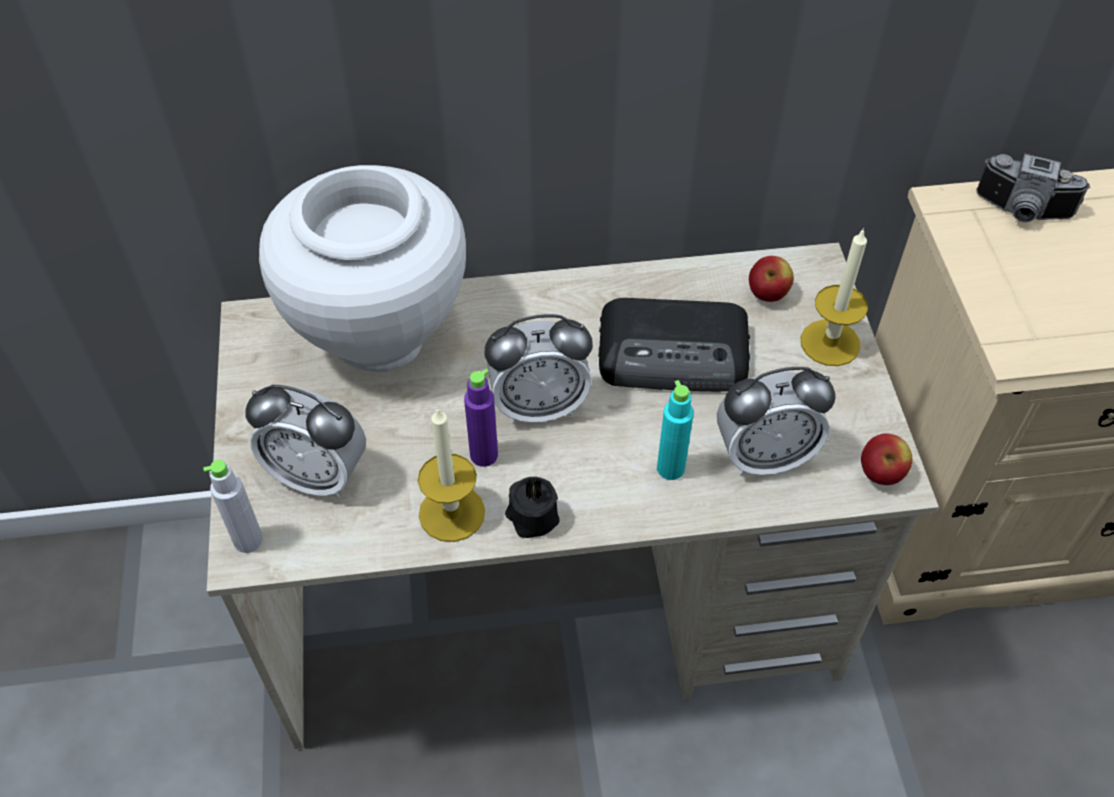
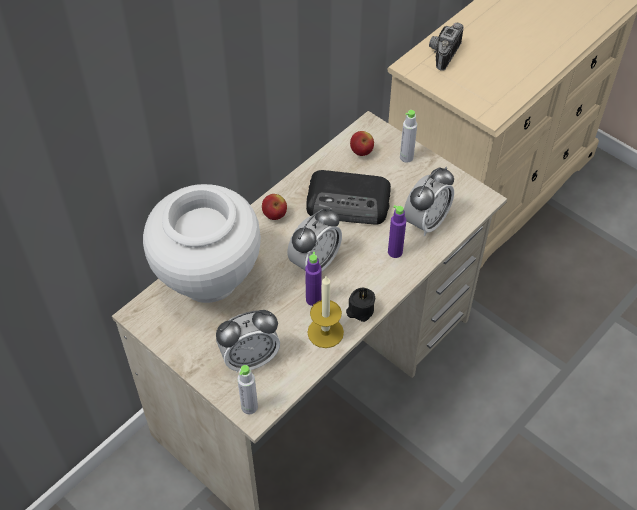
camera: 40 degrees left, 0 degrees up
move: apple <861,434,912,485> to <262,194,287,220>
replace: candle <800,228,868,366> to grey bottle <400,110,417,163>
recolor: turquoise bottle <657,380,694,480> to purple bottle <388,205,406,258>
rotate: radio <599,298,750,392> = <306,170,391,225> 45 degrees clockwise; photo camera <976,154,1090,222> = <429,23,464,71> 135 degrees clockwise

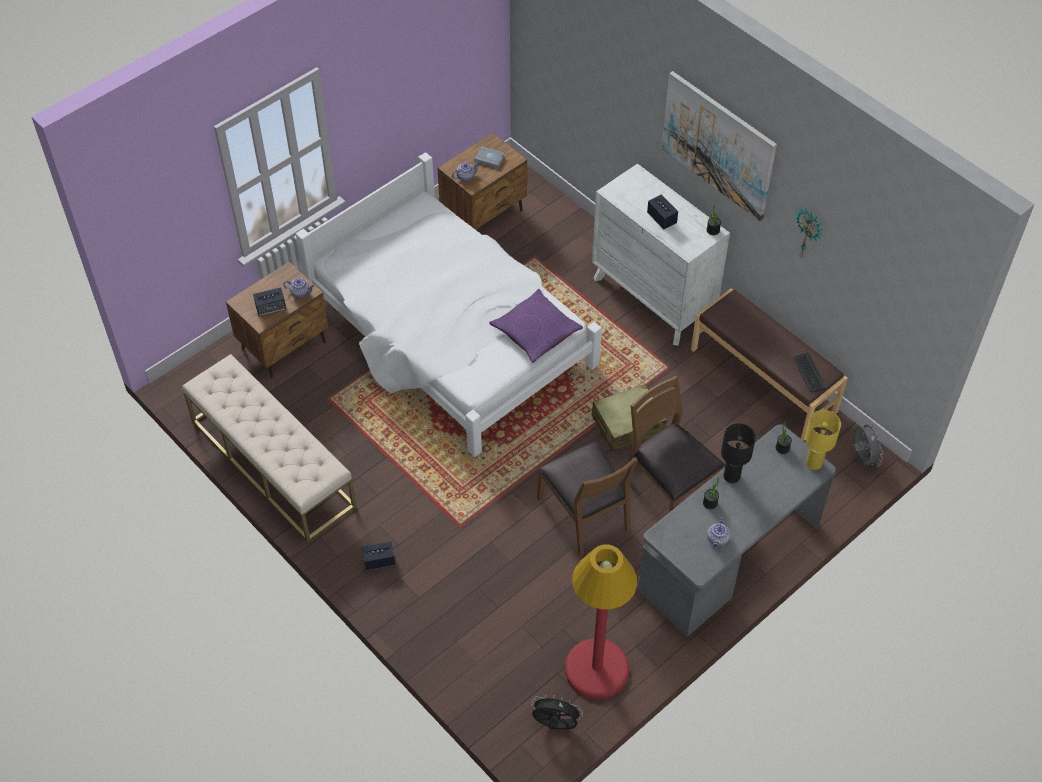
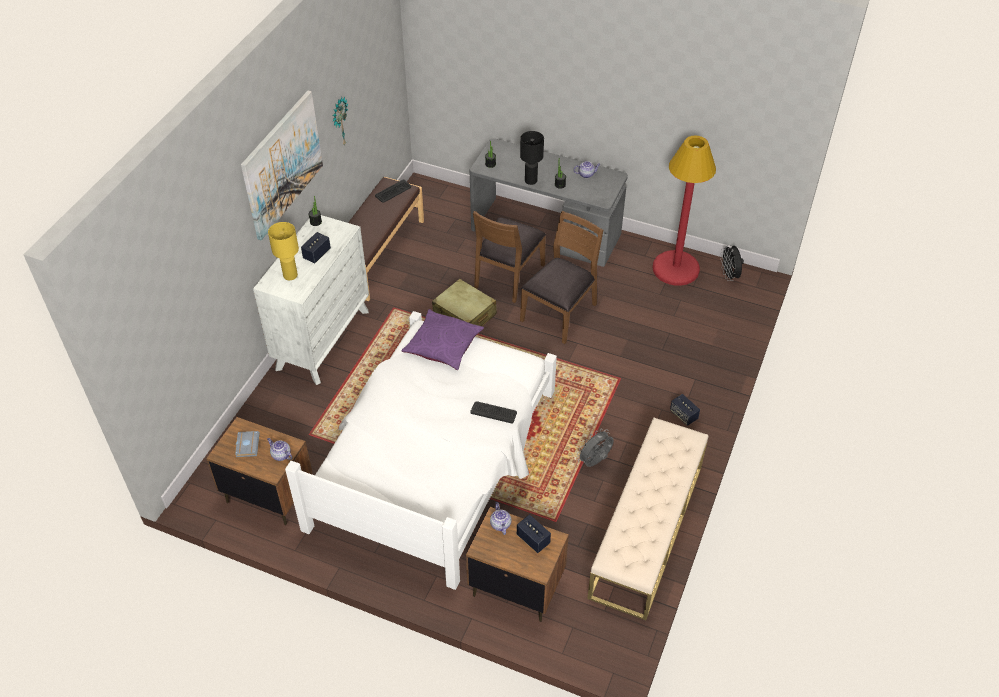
camera: 115 degrees left, 5 degrees down
insert: keyboard <470,401,517,424>
move: yellow table lamp <805,410,841,470> to <268,222,299,280>; grey fan <853,421,883,467> to <576,429,614,467>

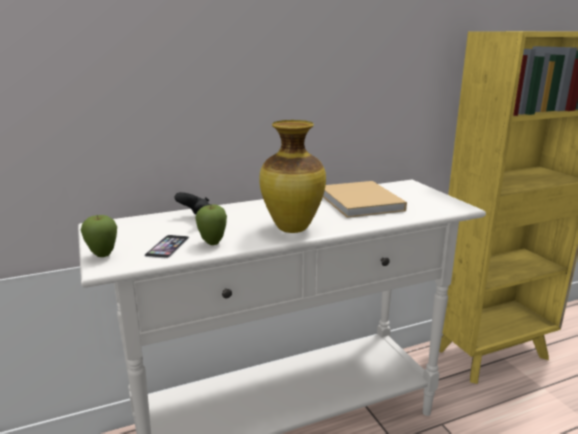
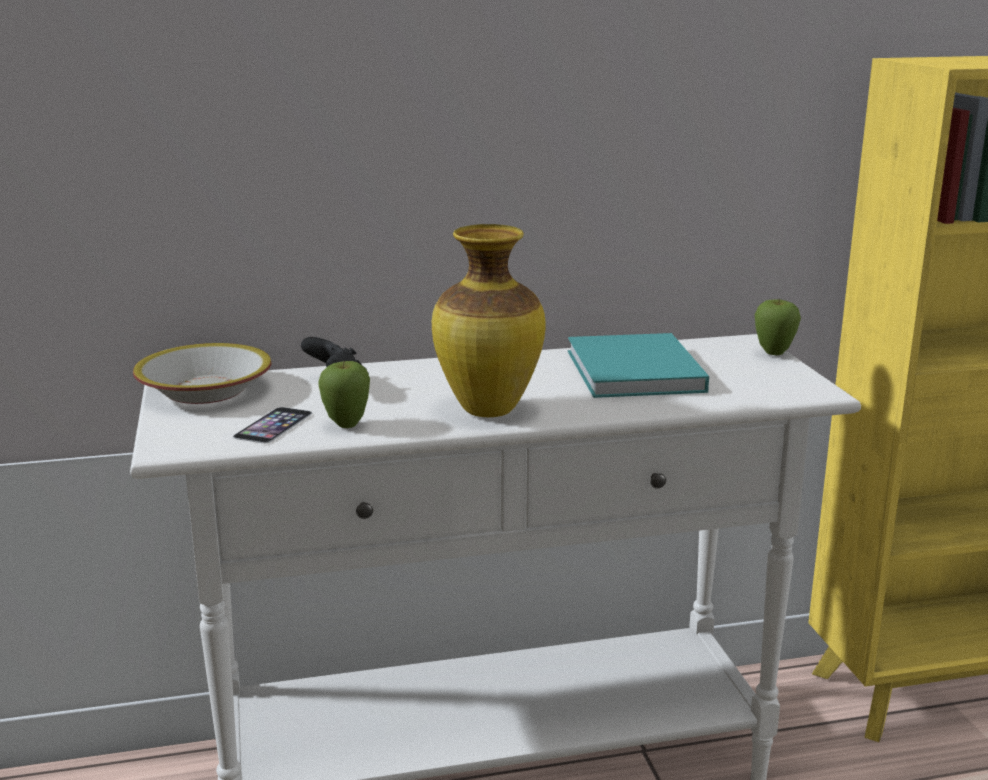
camera: 10 degrees right, 0 degrees up
insert: bowl <133,343,272,404>
move: apple <81,215,117,257> to <755,299,801,355>
recolor: beige book <323,181,407,218> to turquoise book <568,333,709,398>

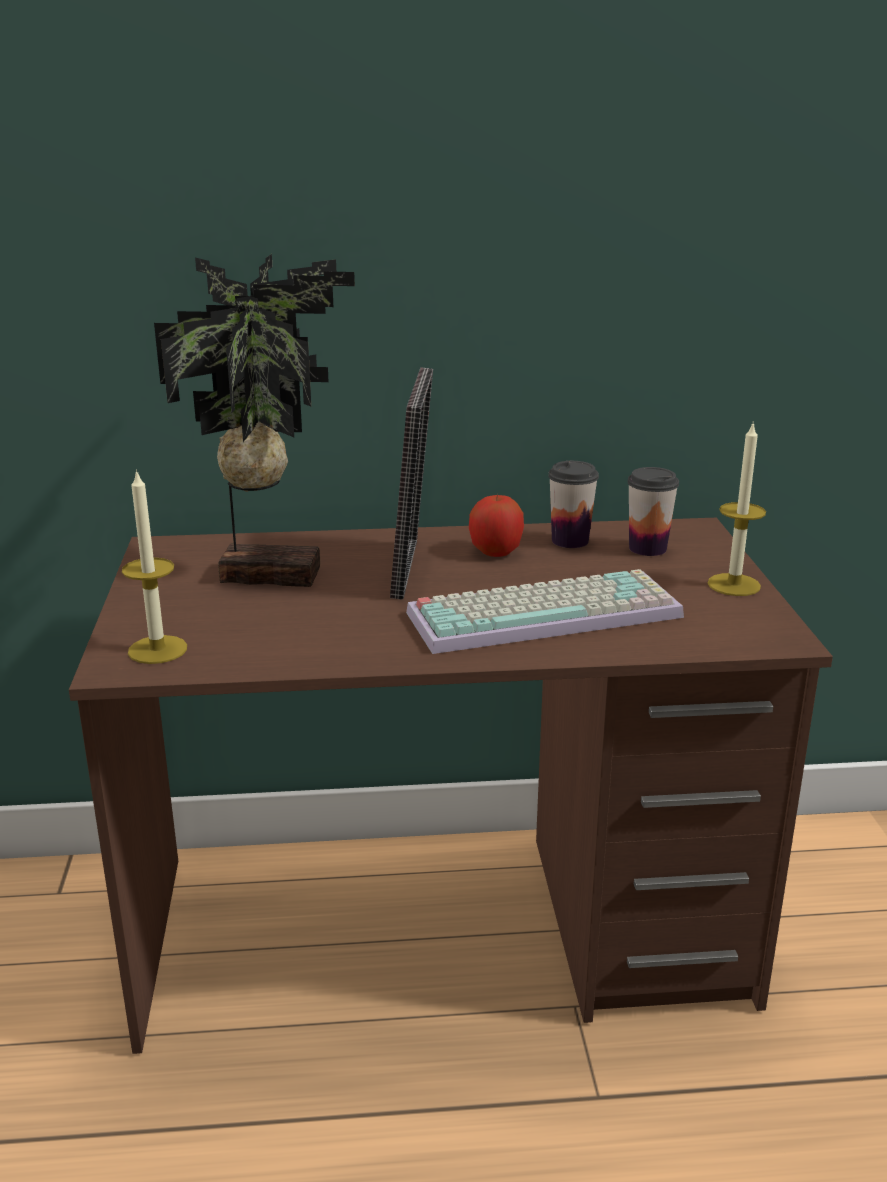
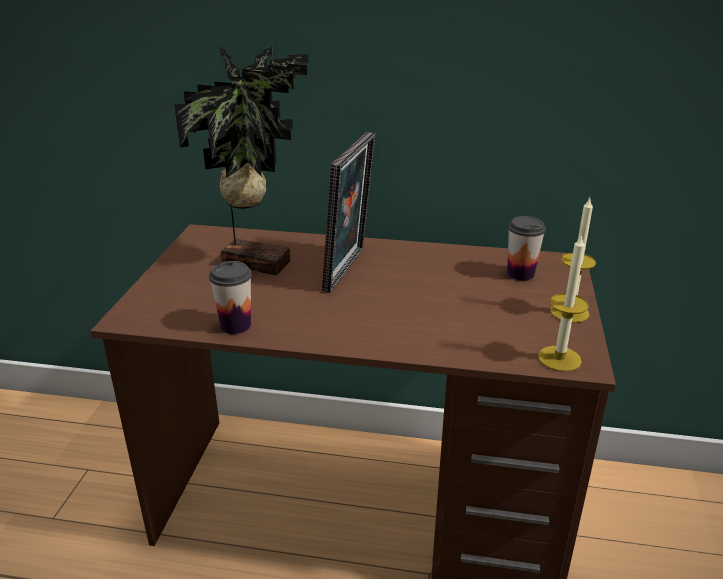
camera: 15 degrees right, 5 degrees up
delete: keyboard <406,569,684,654>; apple <469,493,524,557>
move: candle <122,469,187,664> to <538,234,589,372>; cup <548,461,599,548> to <209,261,252,334>

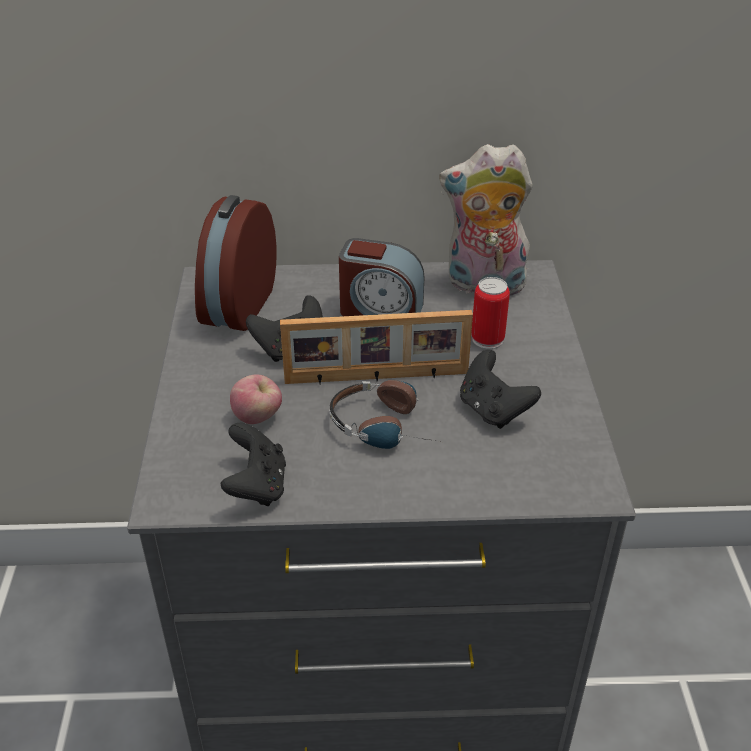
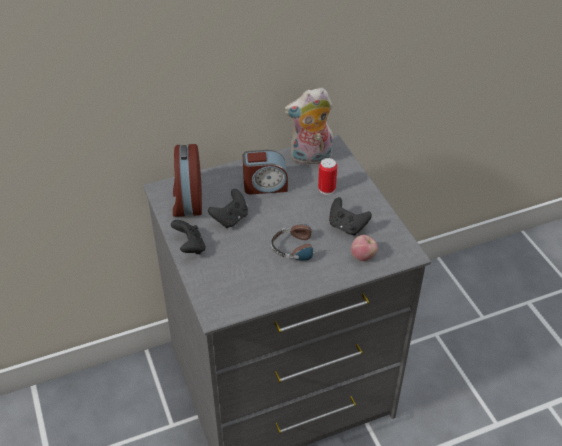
camera: 20 degrees left, 5 degrees up
delete: picture frame <280,310,473,385>
move: black game controller <221,423,286,506> to <171,220,206,254>; apple <230,374,282,424> to <351,235,378,261>

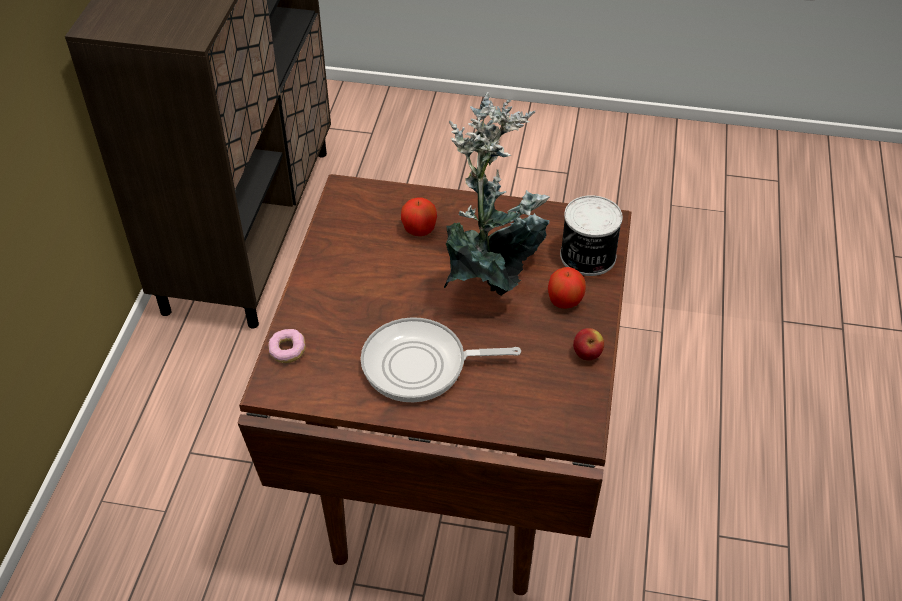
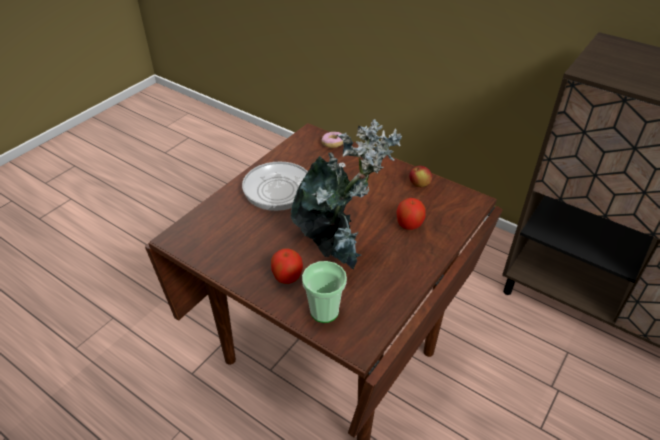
camera: 115 degrees right, 5 degrees down
move: apple <573,328,604,360> to <409,166,432,187>
replace: can <560,195,623,276> to cup <302,261,347,323>
rotate: frying pan <361,317,521,402> = <242,161,346,211> 135 degrees counterclockwise

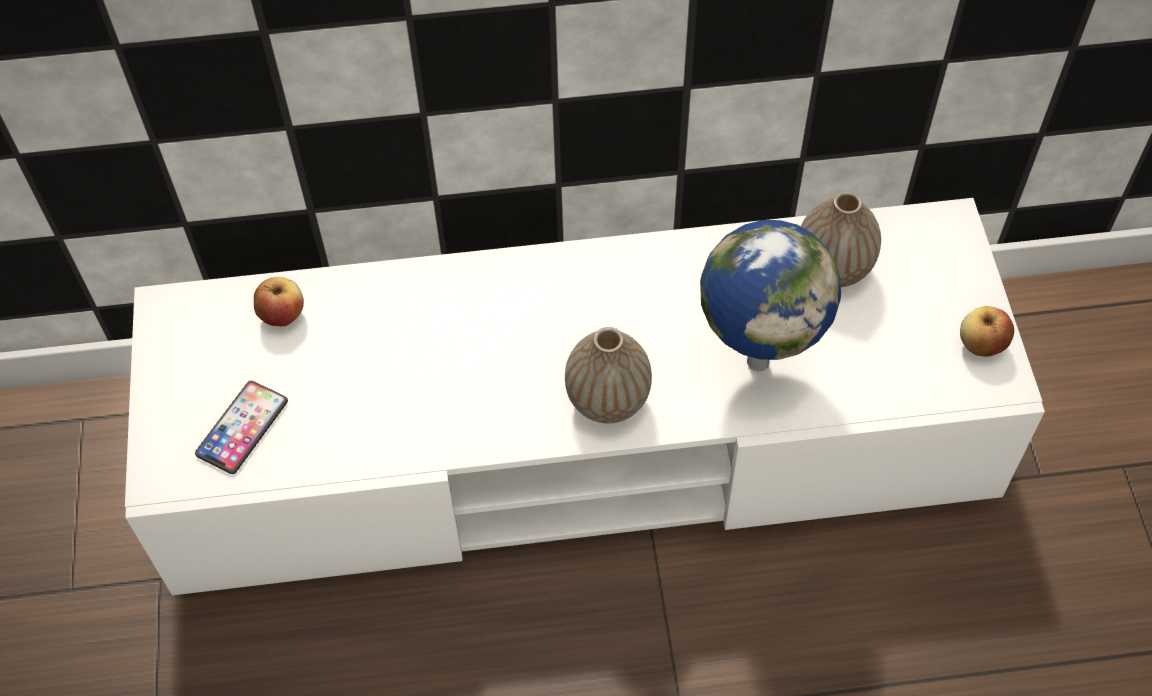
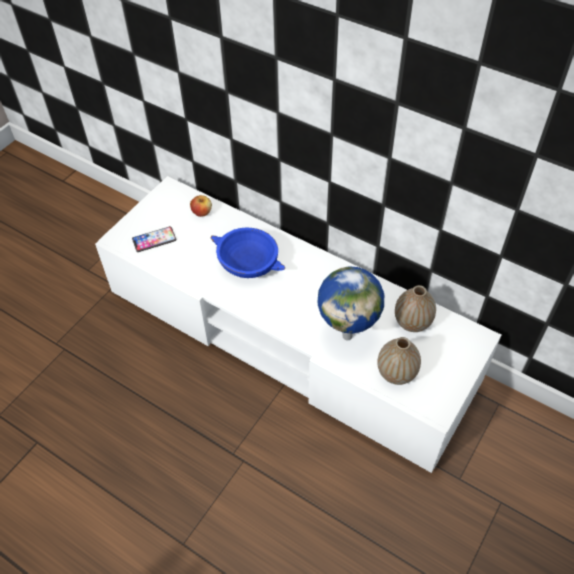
camera: 40 degrees right, 5 degrees down
delete: apple <960,306,1014,357>
insert: blue bowl <210,228,285,278>
move: vase <565,327,652,423> to <377,337,421,385>

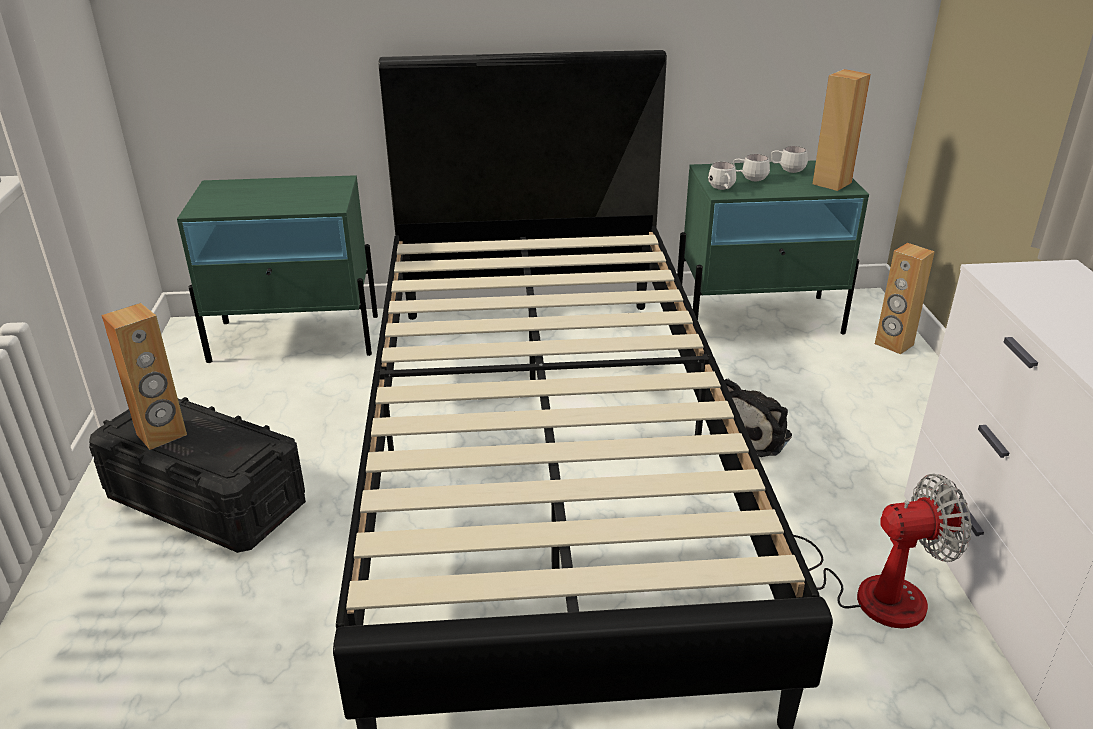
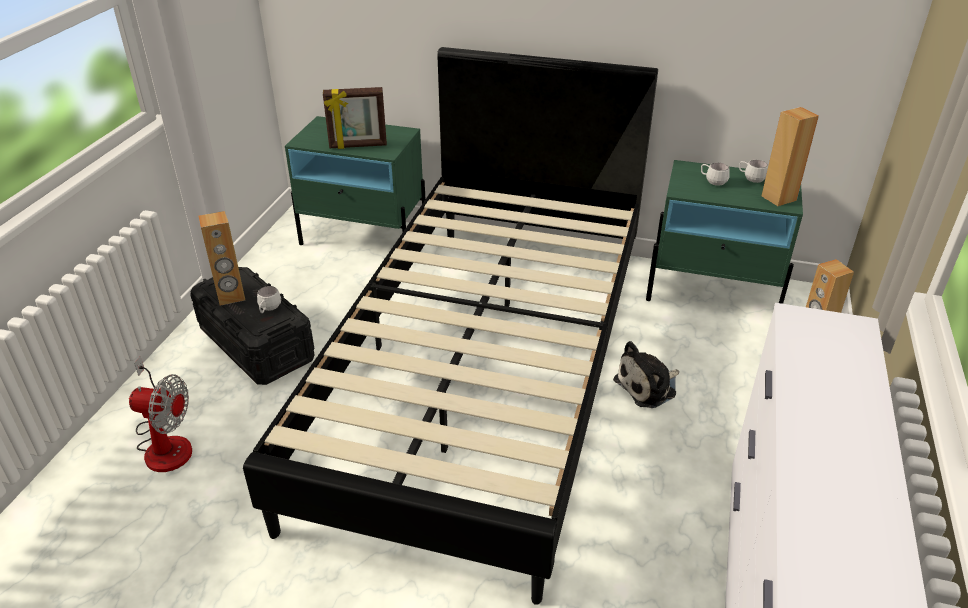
camera: 20 degrees right, 5 degrees up
insert: picture frame <323,87,387,149>
move: white mug <708,162,736,190> to <257,286,281,313>; fan <793,474,972,629> to <129,356,192,472>

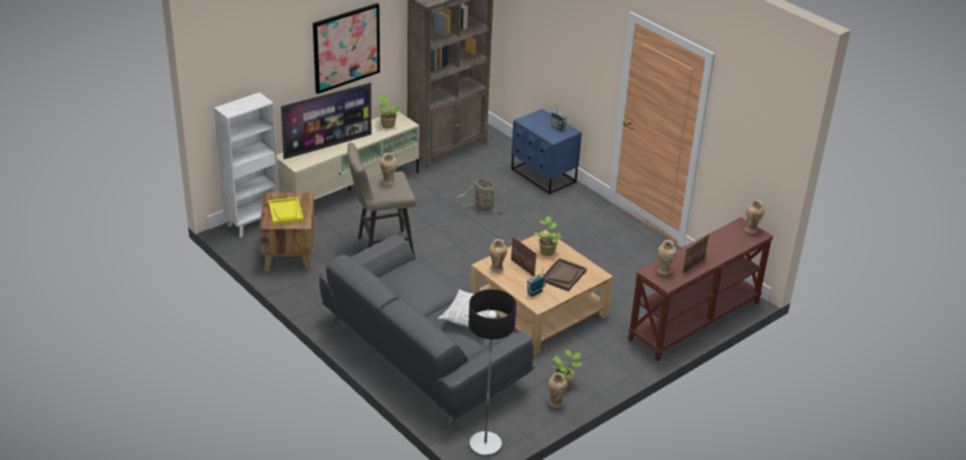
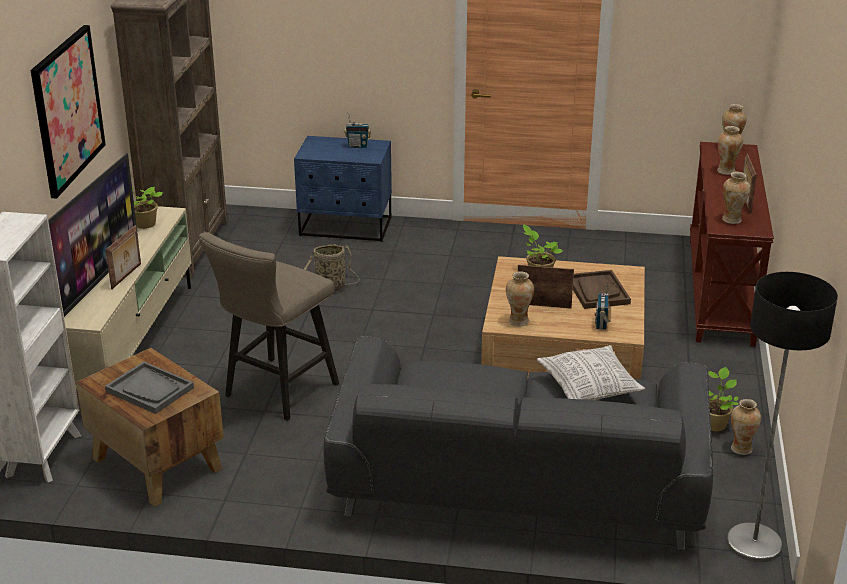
camera: 40 degrees left, 5 degrees down
insert: picture frame <106,225,141,289>
move: vase <380,153,397,185> to <717,126,743,175>
recolor: yellow tray <268,197,304,225> to grey tray <105,361,194,414>

